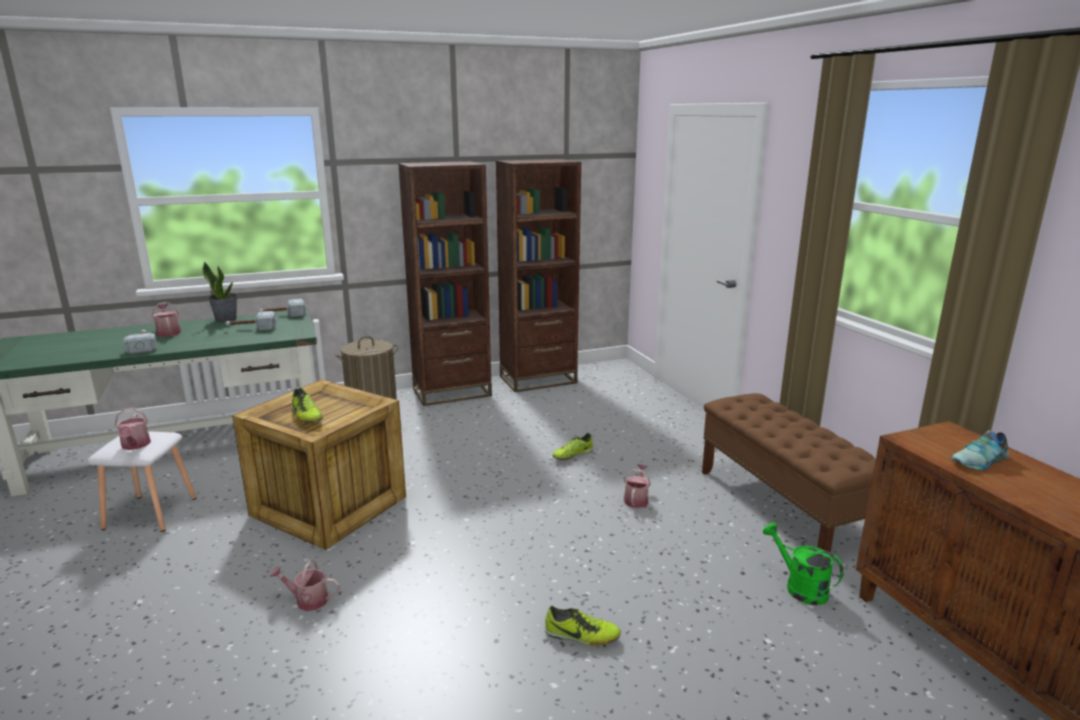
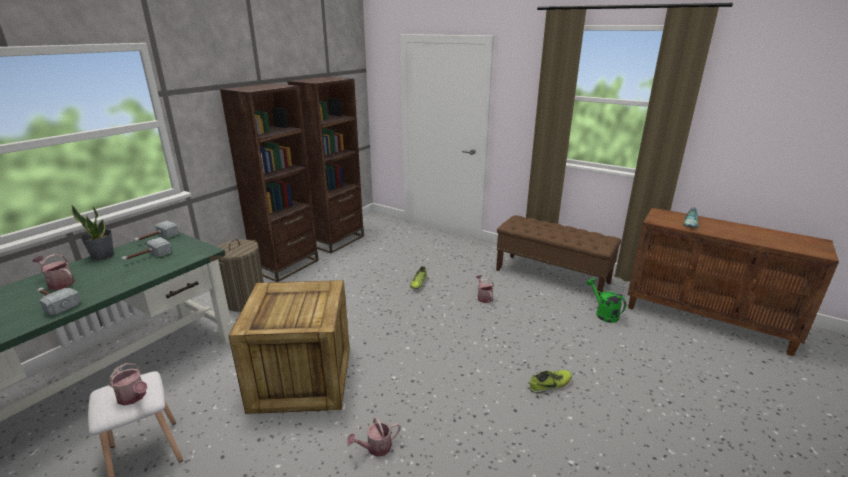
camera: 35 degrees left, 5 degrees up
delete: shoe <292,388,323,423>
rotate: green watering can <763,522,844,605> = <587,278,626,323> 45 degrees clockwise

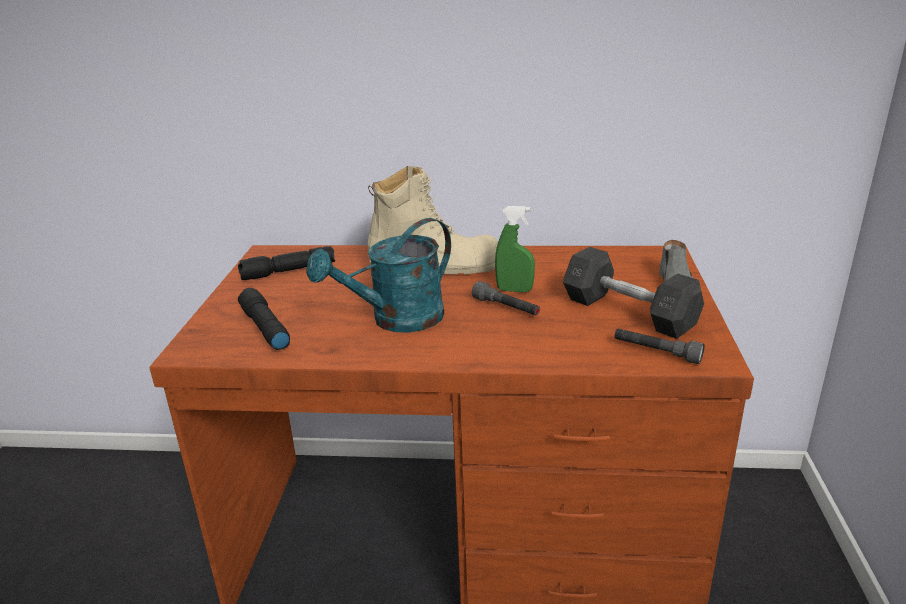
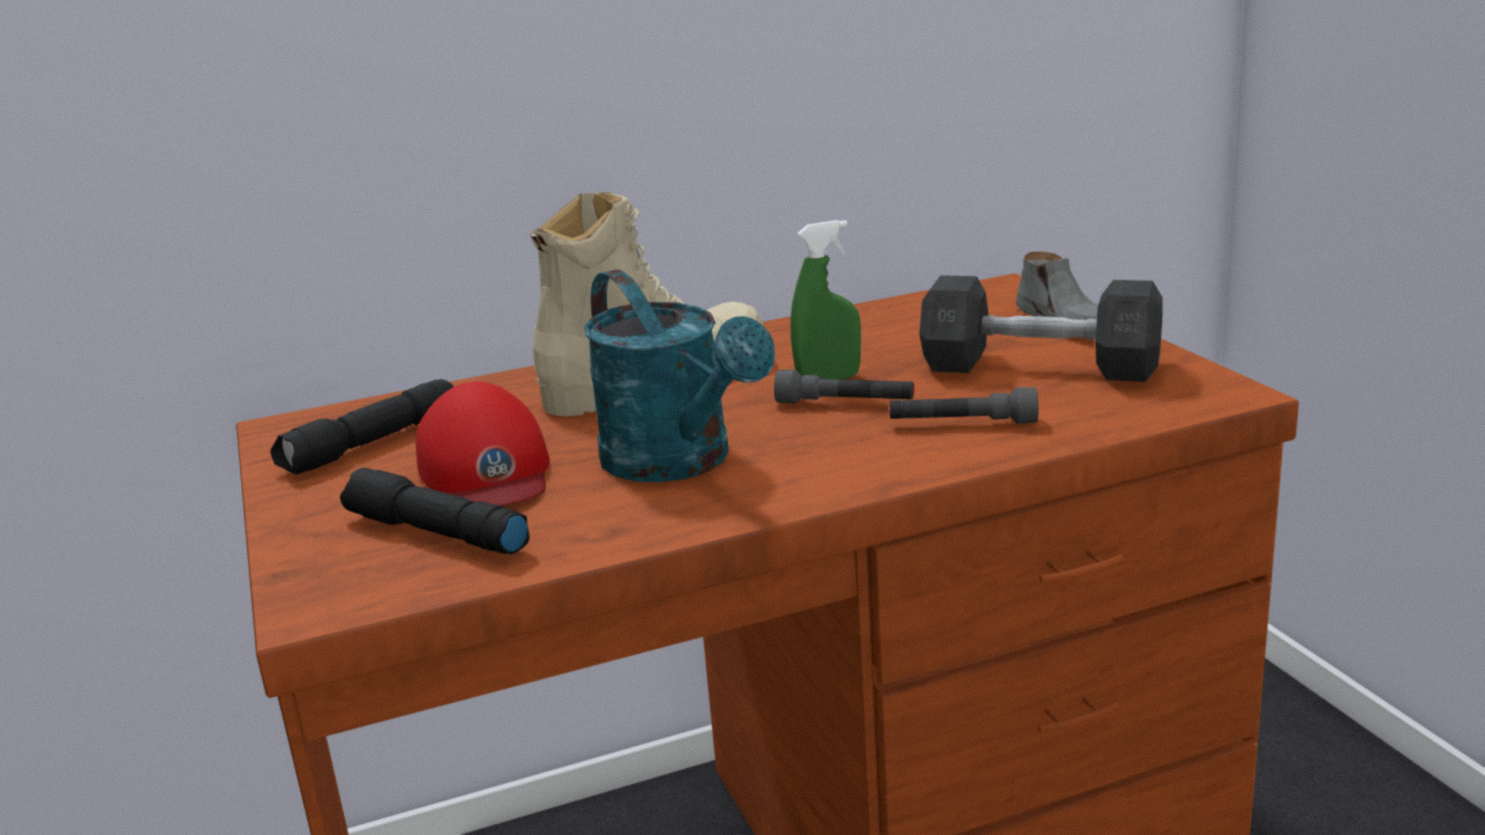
camera: 25 degrees left, 5 degrees down
insert: red cap <416,382,550,506>
move: grey flashlight <614,328,705,364> to <889,387,1038,424>
rotate: turquoise watering can <306,218,451,333> = <584,270,775,482> 60 degrees counterclockwise

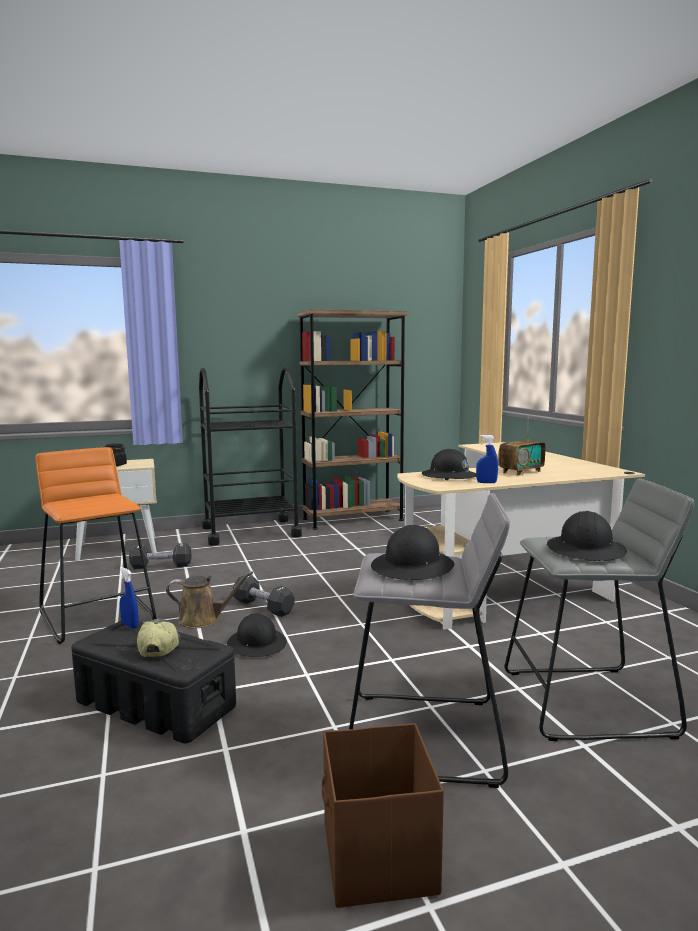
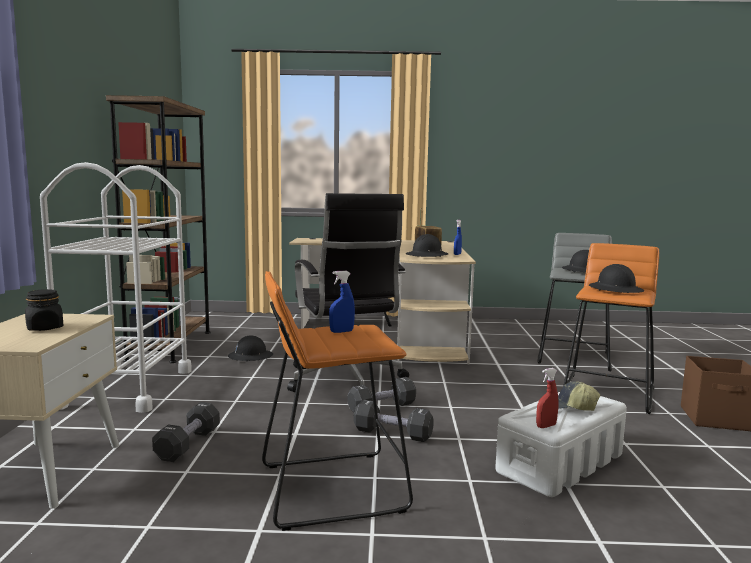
camera: 70 degrees left, 0 degrees up
insert: black office chair <287,193,409,392>; red spray bottle <536,368,559,428>
move: blue spray bottle <120,567,139,628> to <329,271,355,333>; black hard hat <227,613,287,657> to <228,336,273,361>
replace: brown watering can <166,571,253,628> to black dumbbell <354,400,434,442>
recolor: black storage box <72,620,236,743> to white storage box <495,392,627,497>; black cart <199,367,302,546> to white cart <40,162,192,413>; grey stool <349,493,510,788> to orange stool <563,243,659,414>

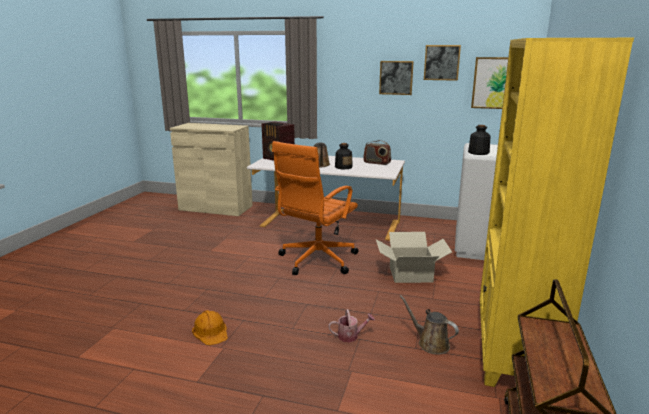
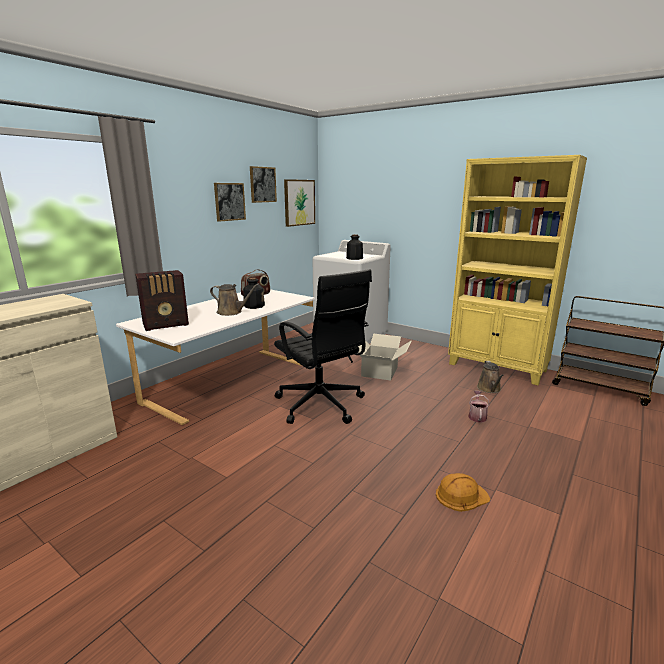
camera: 70 degrees left, 0 degrees up
recolor: orange office chair <272,141,359,275> to black office chair <274,269,372,424>
rotate: brown watering can <400,295,459,355> = <477,361,504,393> 60 degrees counterclockwise

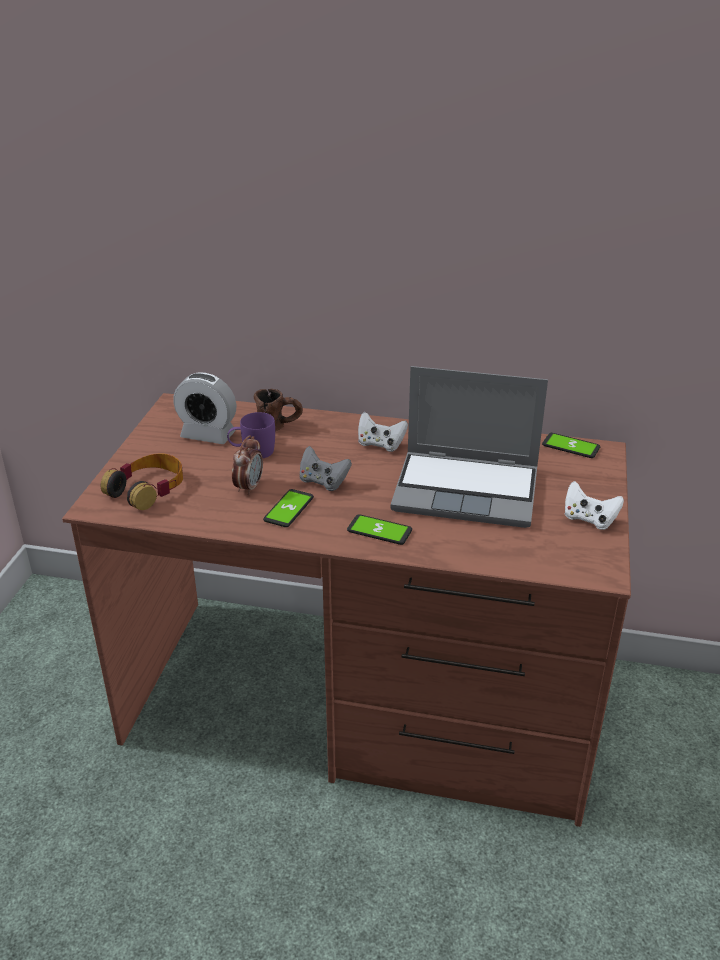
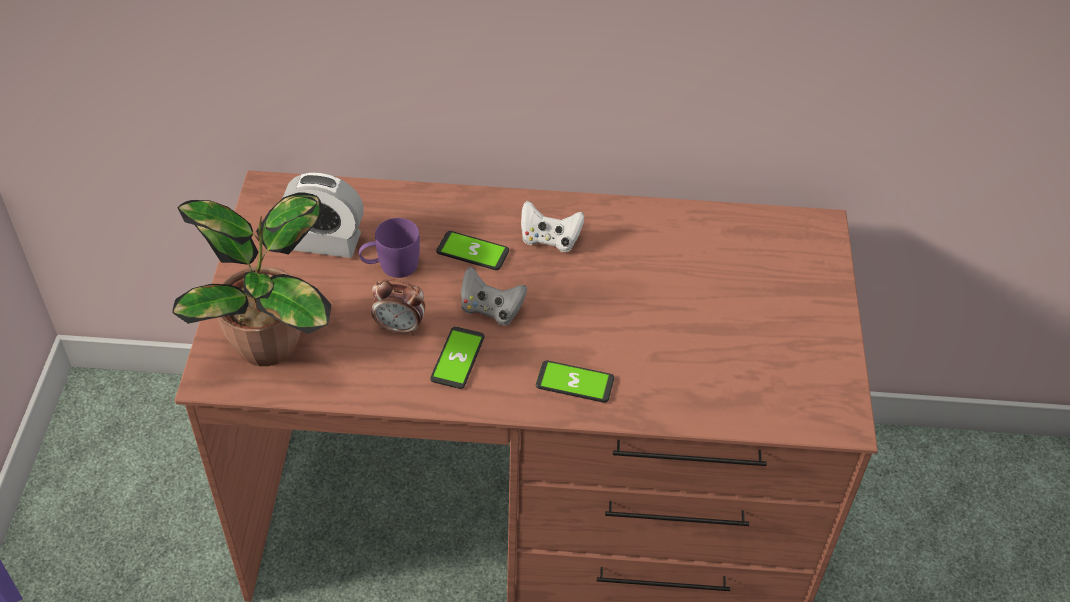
camera: 10 degrees left, 15 degrees up
delete: brown mug <254,389,303,431>; laptop <390,366,548,528>; white game controller <564,481,624,530>
move: phone <542,433,600,458> to <436,231,509,270>
replace: headphones <101,453,183,510> to potted plant <172,192,331,366>
rotate: alarm clock <232,435,263,496> = <371,279,425,335> 90 degrees clockwise

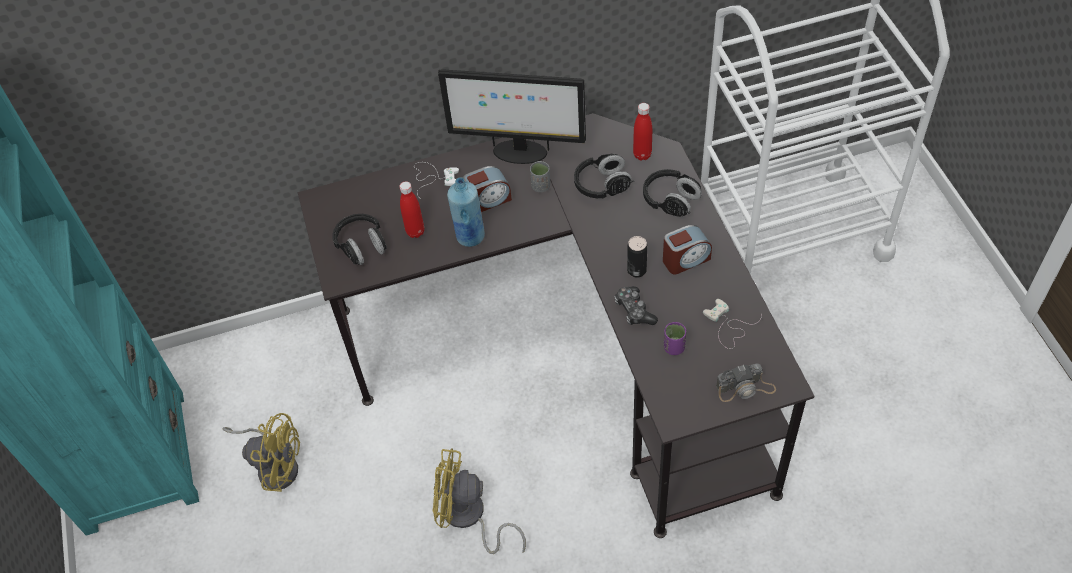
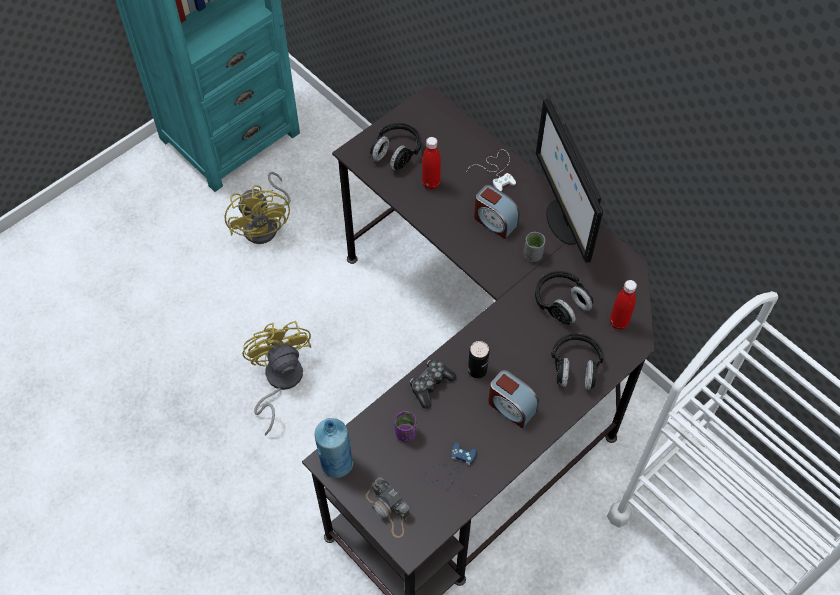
camera: 60 degrees right, 5 degrees up
move: blue bottle <447,177,485,247> to <314,418,354,478>
recolor: white game controller <703,299,762,349> to blue game controller <424,442,477,496>

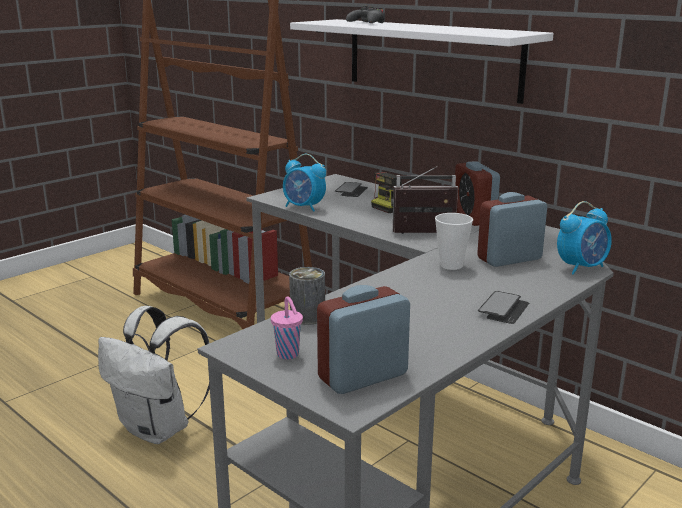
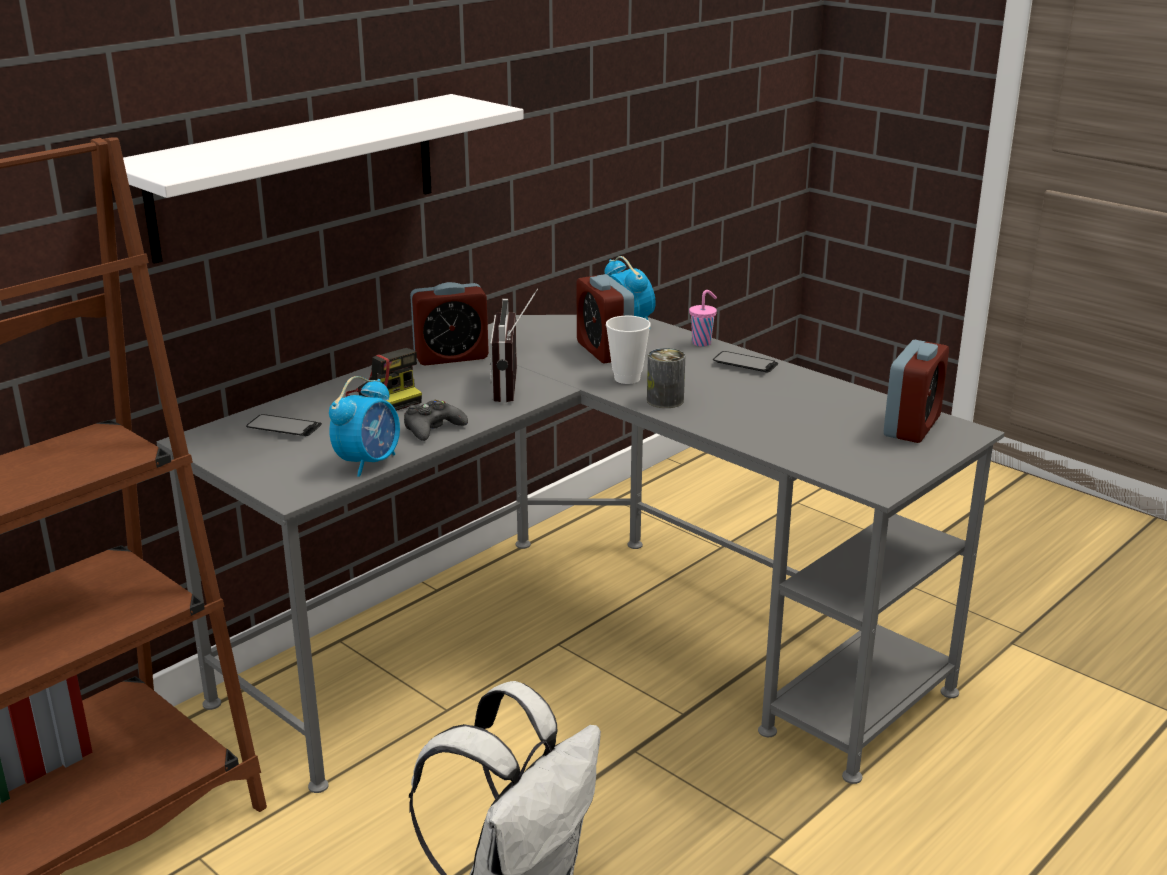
camera: 90 degrees left, 5 degrees up
move: pink cup <271,296,303,359> to <689,290,717,347>; can <289,267,325,325> to <647,348,685,408>; black game controller <346,6,385,23> to <404,400,468,441>
rotate: alarm clock <317,285,410,394> = <884,340,949,443> 120 degrees counterclockwise

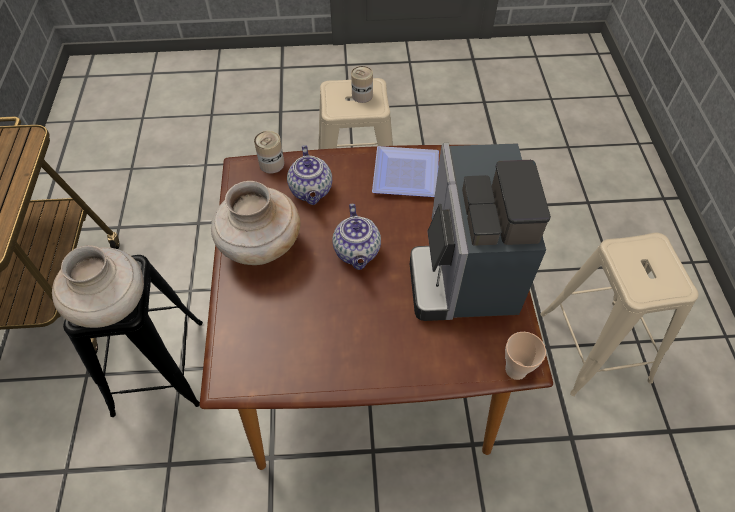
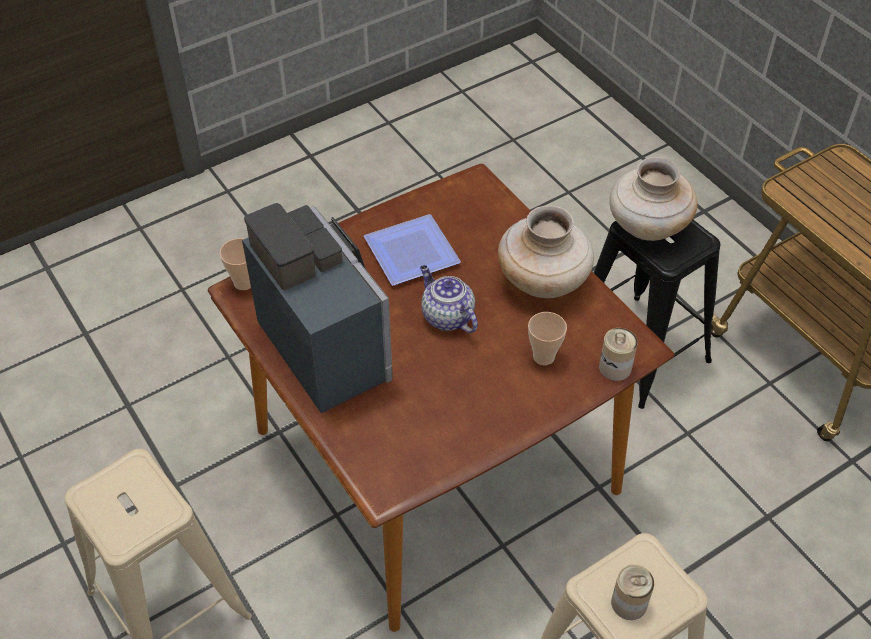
camera: 150 degrees right, 5 degrees down
move: plate <372,146,439,197> to <364,214,461,286>
replace: teapot <287,145,332,205> to cup <528,312,567,365>

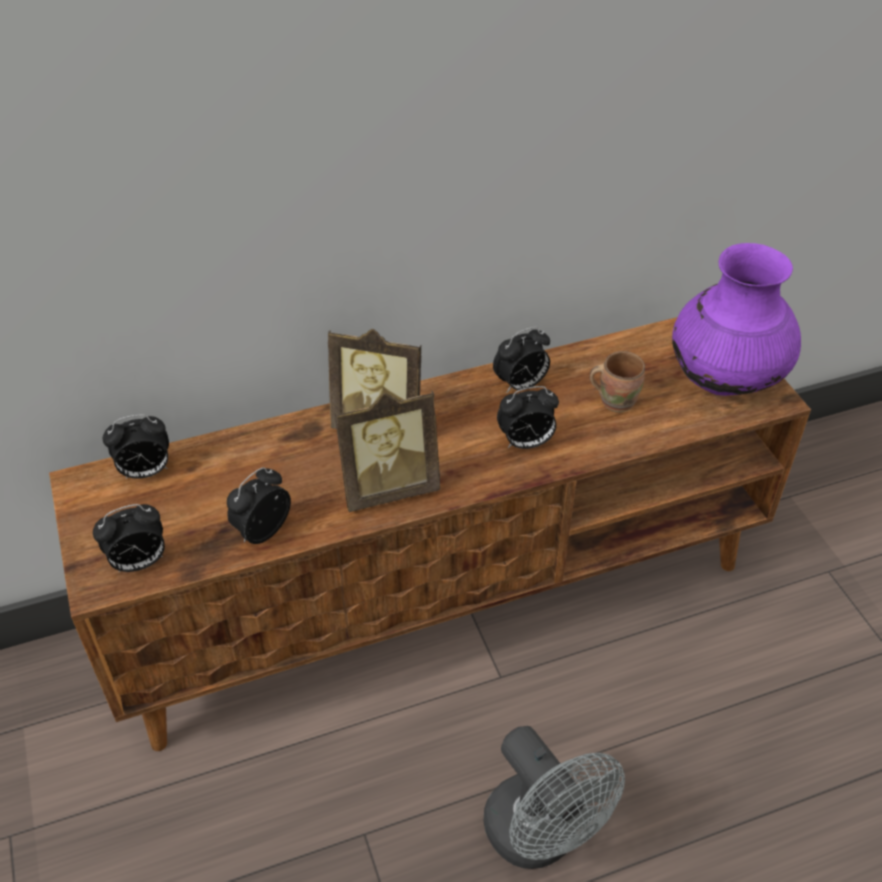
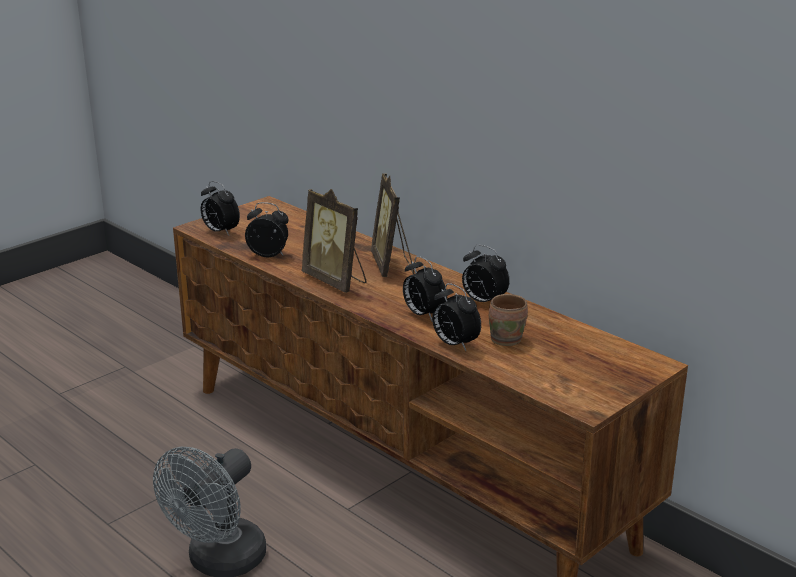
camera: 65 degrees right, 20 degrees down
delete: purple vase <672,243,801,396>
move: alarm clock <103,414,169,479> to <432,283,481,351>

